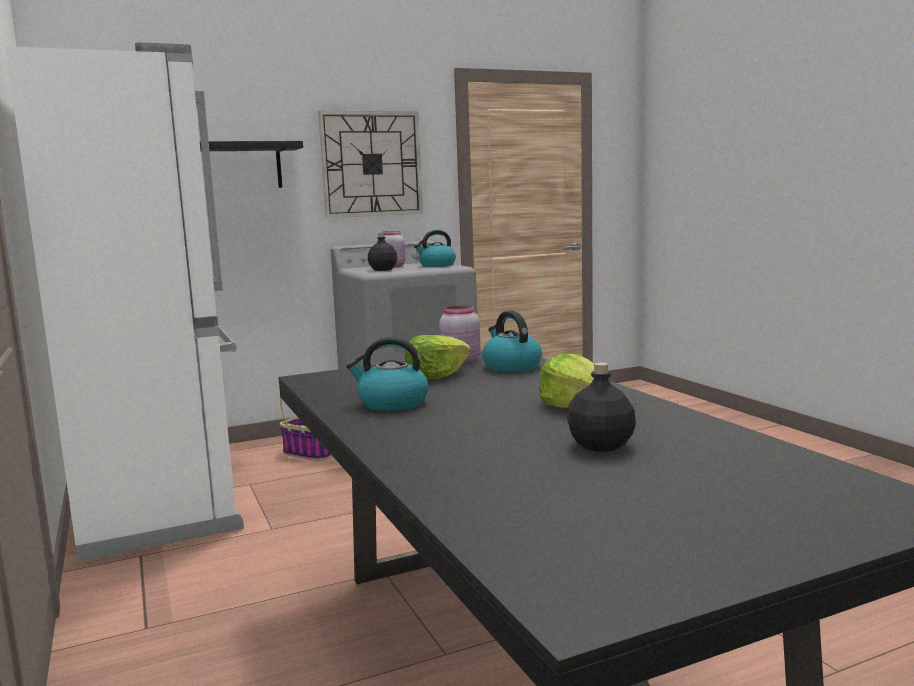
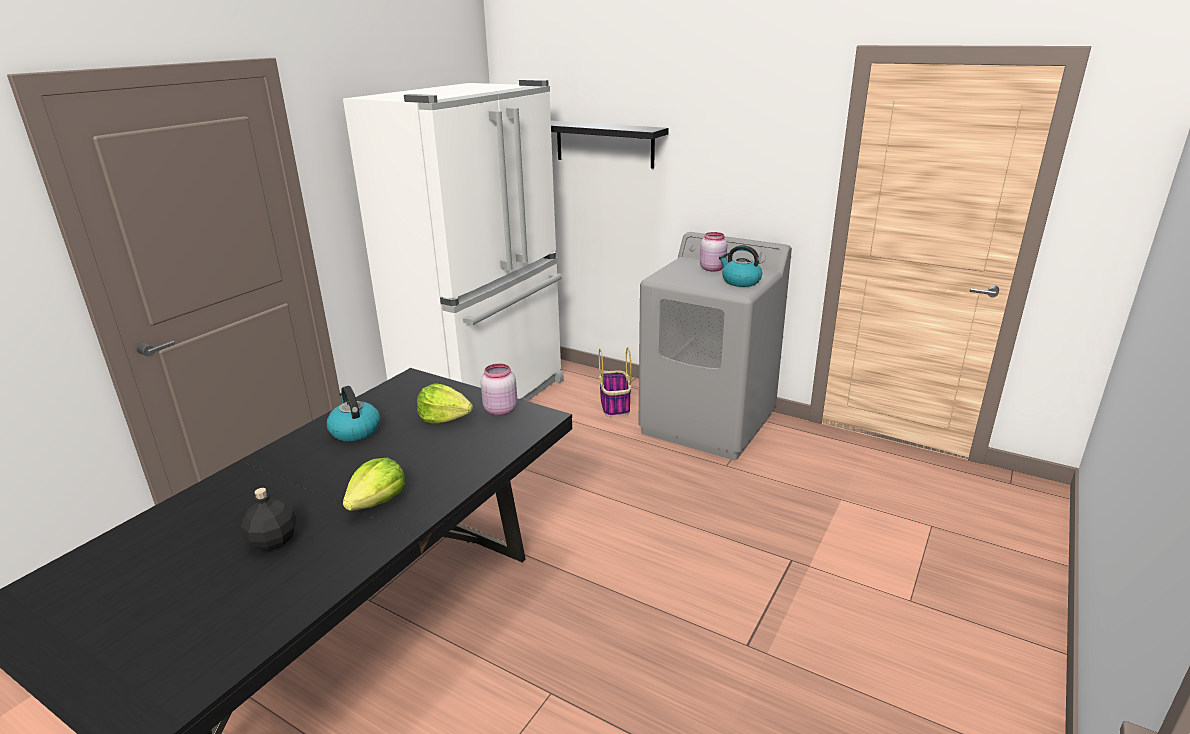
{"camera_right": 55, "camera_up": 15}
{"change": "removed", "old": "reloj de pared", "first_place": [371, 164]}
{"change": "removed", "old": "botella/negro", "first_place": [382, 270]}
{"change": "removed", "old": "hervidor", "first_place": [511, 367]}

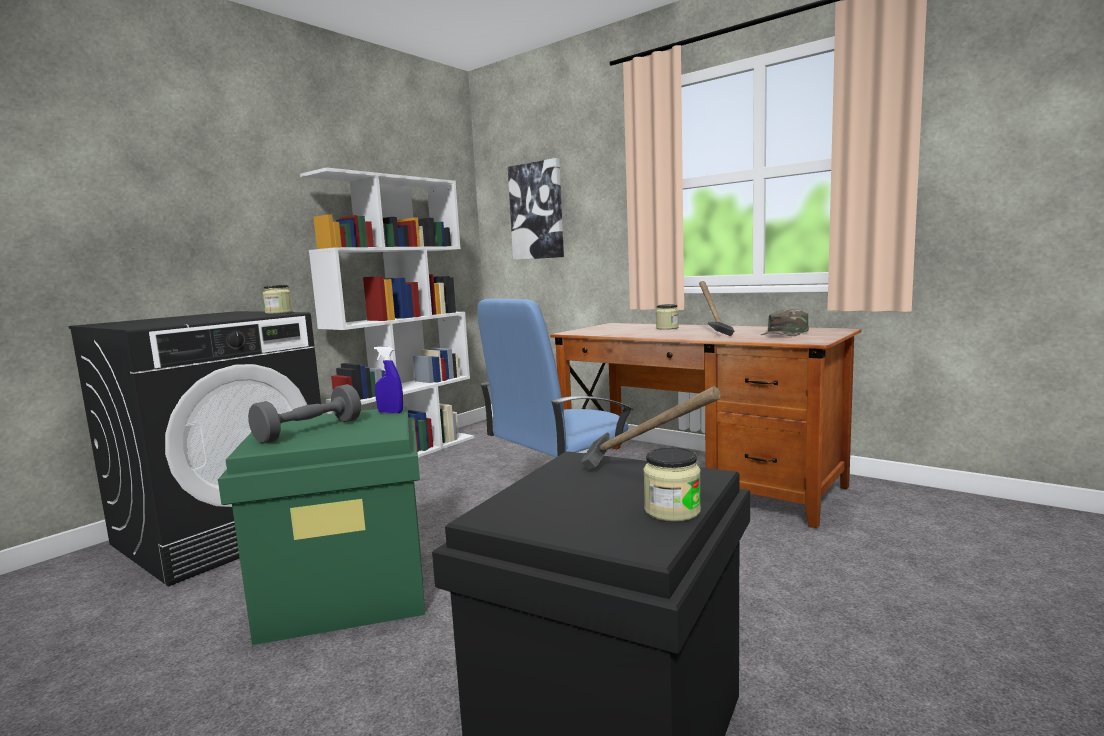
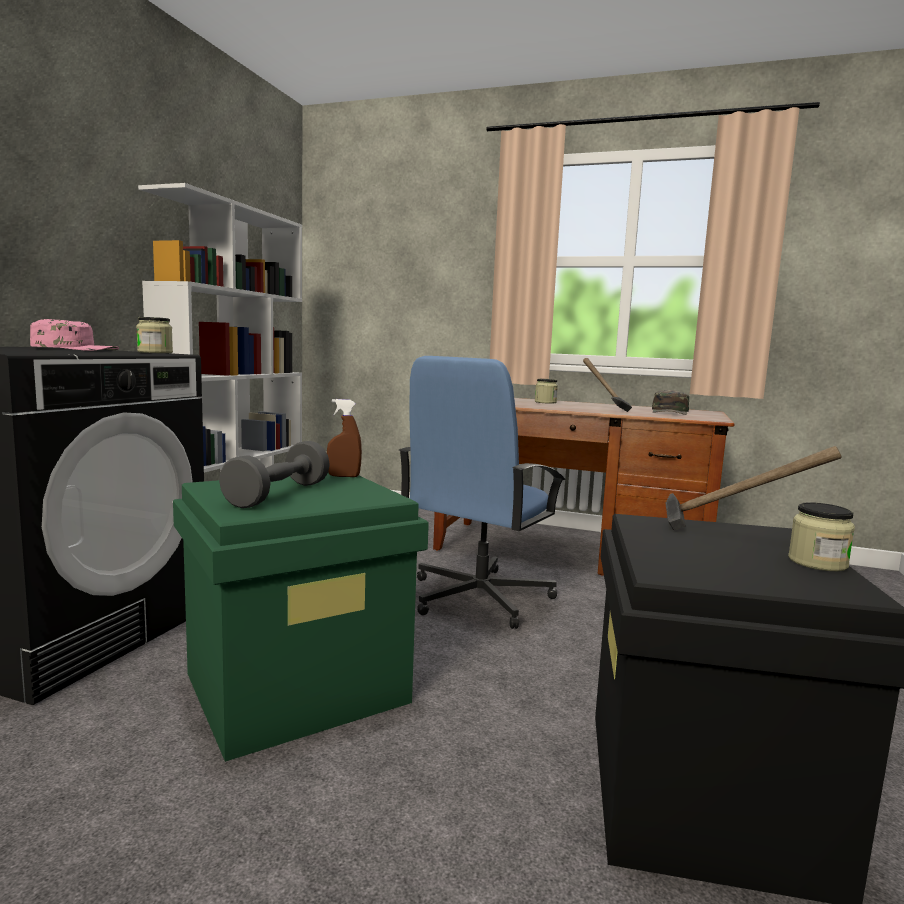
{"camera_right": -20, "camera_up": 0}
{"change": "removed", "old": "cuadro", "first_place": [537, 211]}
{"change": "recoloured", "old": "pulverizador/azul", "new": "pulverizador/marrón", "first_place": [390, 412], "second_place": [343, 476]}
{"change": "added", "new": "gorra/rosa", "second_place": [75, 349]}

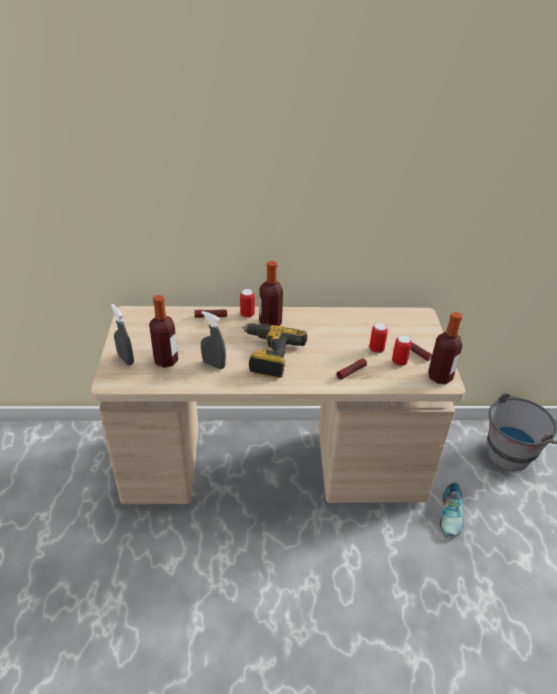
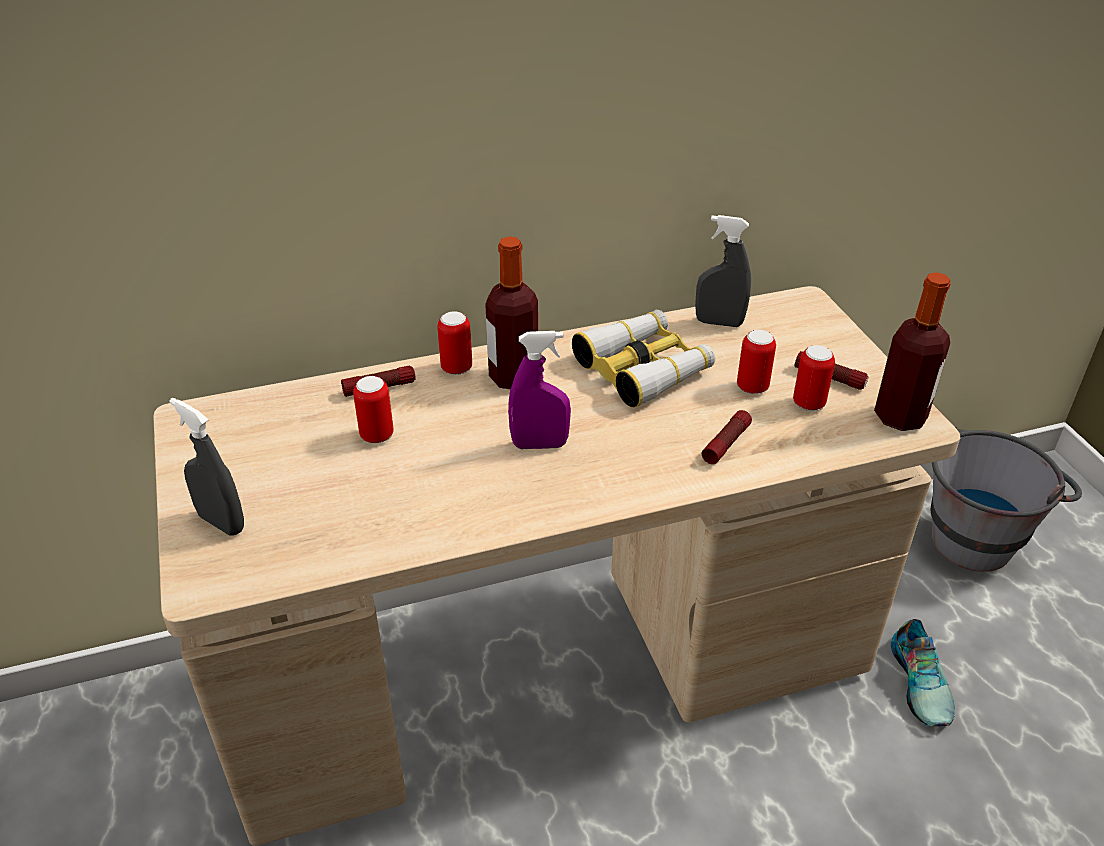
{"camera_right": -15, "camera_up": 0}
{"change": "removed", "old": "botella", "first_place": [166, 360]}
{"change": "moved", "old": "pulverizador/gris", "first_place": [214, 364], "second_place": [719, 322]}
{"change": "replaced", "old": "taladro", "new": "pulverizador/morado", "first_place": [268, 355], "second_place": [539, 445]}
{"change": "added", "new": "prismáticos", "second_place": [643, 368]}
{"change": "added", "new": "lata", "second_place": [377, 435]}

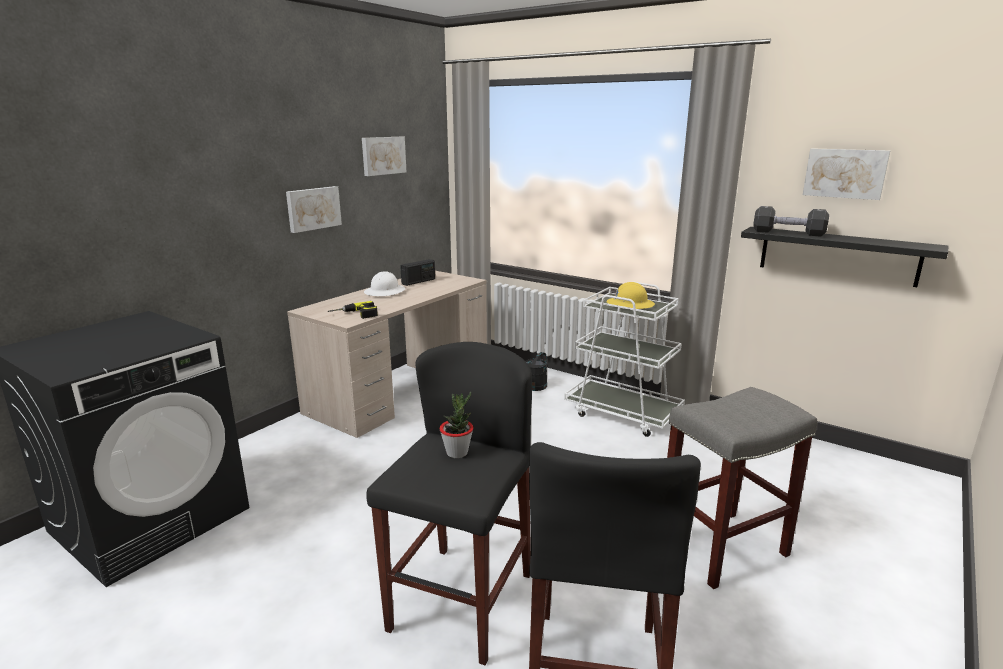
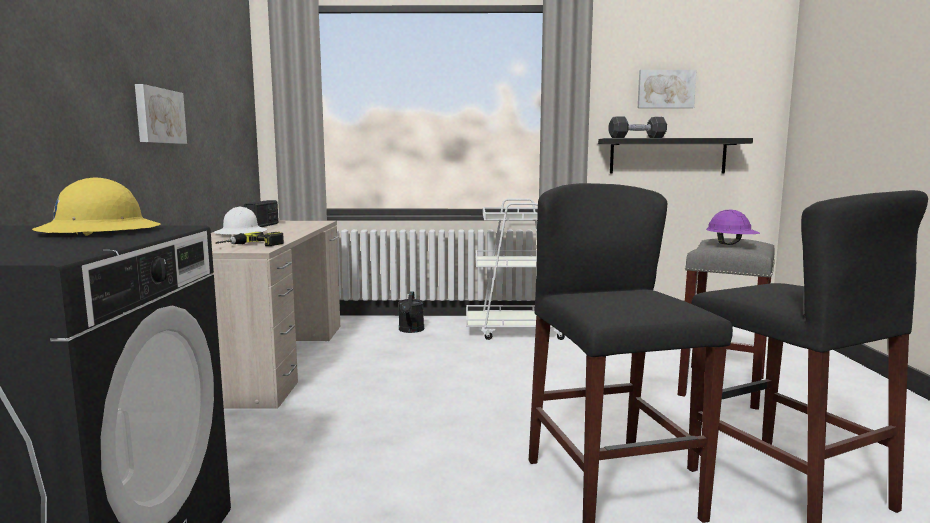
{"camera_right": -35, "camera_up": -10}
{"change": "removed", "old": "cuadro", "first_place": [383, 155]}
{"change": "moved", "old": "casco/amarillo", "first_place": [630, 304], "second_place": [99, 231]}
{"change": "removed", "old": "planta en maceta", "first_place": [457, 453]}
{"change": "added", "new": "casco/morado", "second_place": [731, 244]}

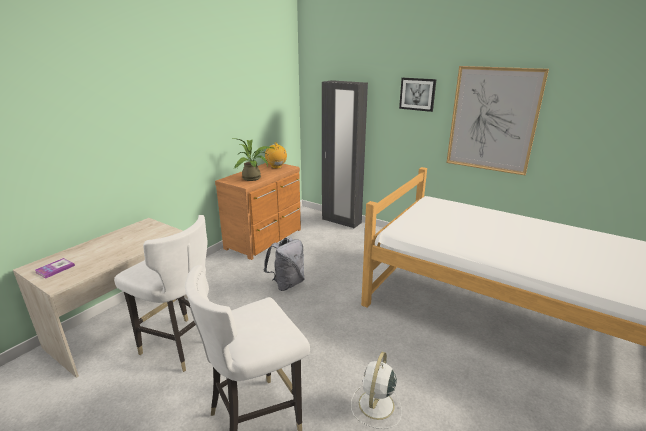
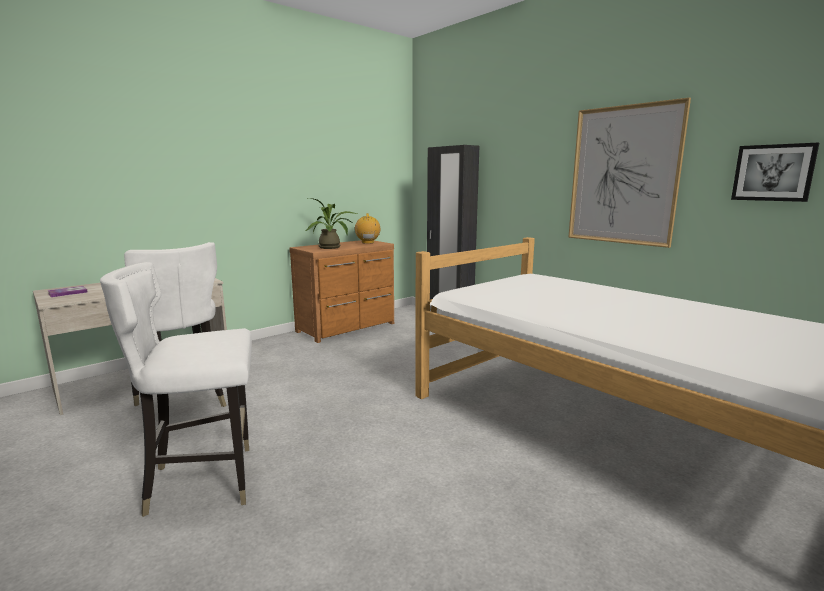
{"camera_right": 15, "camera_up": -10}
{"change": "moved", "old": "cuadro", "first_place": [417, 94], "second_place": [773, 172]}
{"change": "removed", "old": "mochila/gris", "first_place": [287, 284]}
{"change": "removed", "old": "ventilador/blanco", "first_place": [376, 405]}

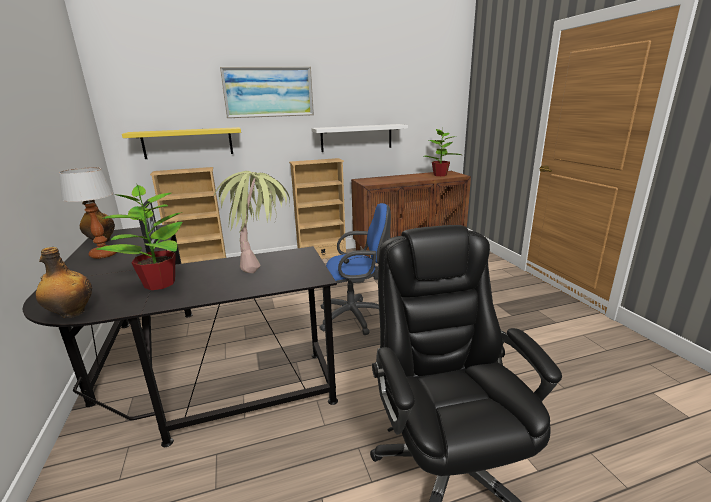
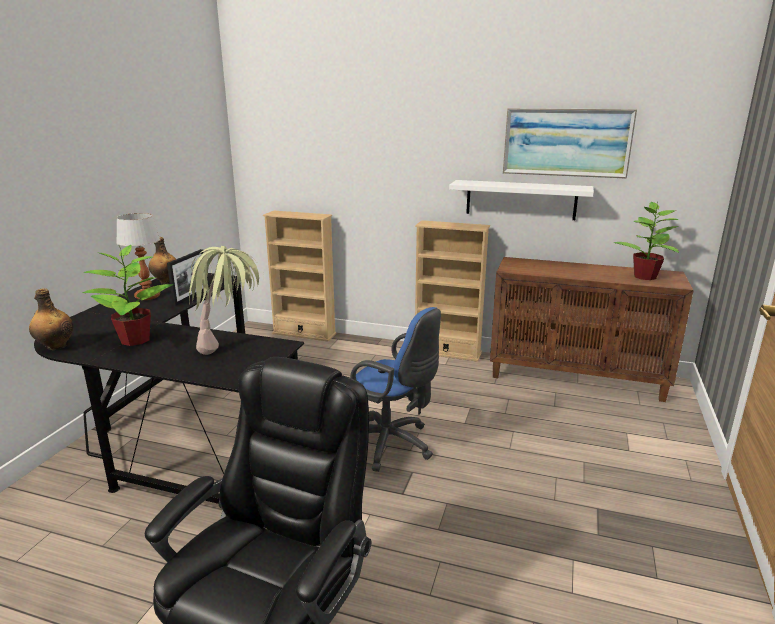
{"camera_right": 35, "camera_up": 0}
{"change": "moved", "old": "cuadro", "first_place": [268, 92], "second_place": [566, 142]}
{"change": "removed", "old": "estante/amarillo", "first_place": [188, 143]}

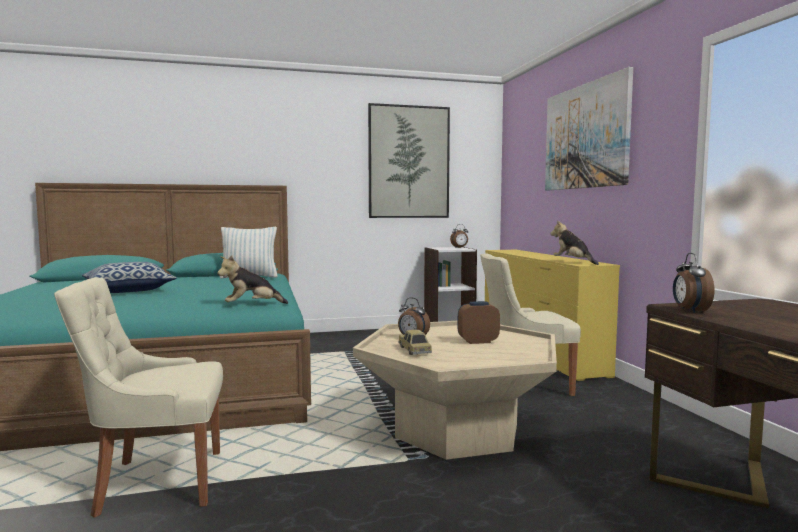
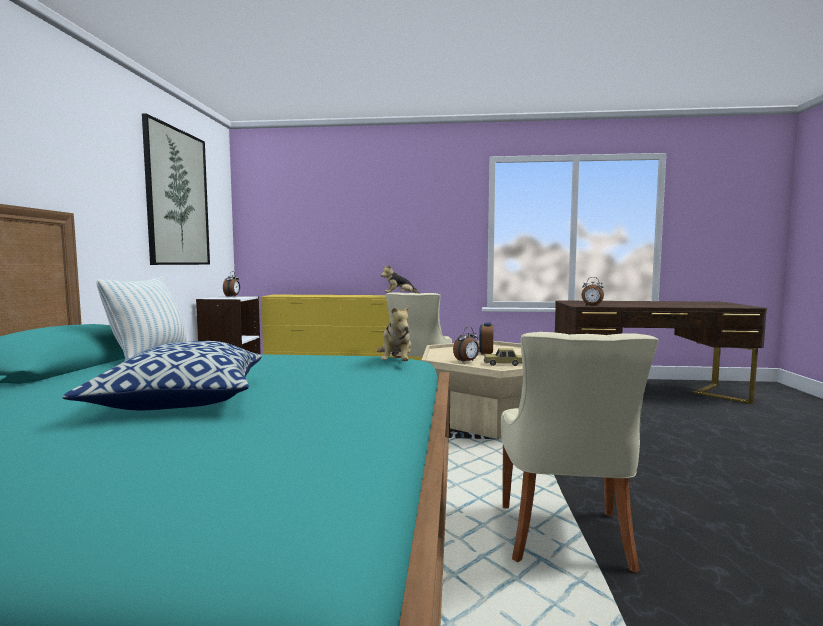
{"camera_right": -70, "camera_up": 0}
{"change": "removed", "old": "cuadro", "first_place": [585, 136]}

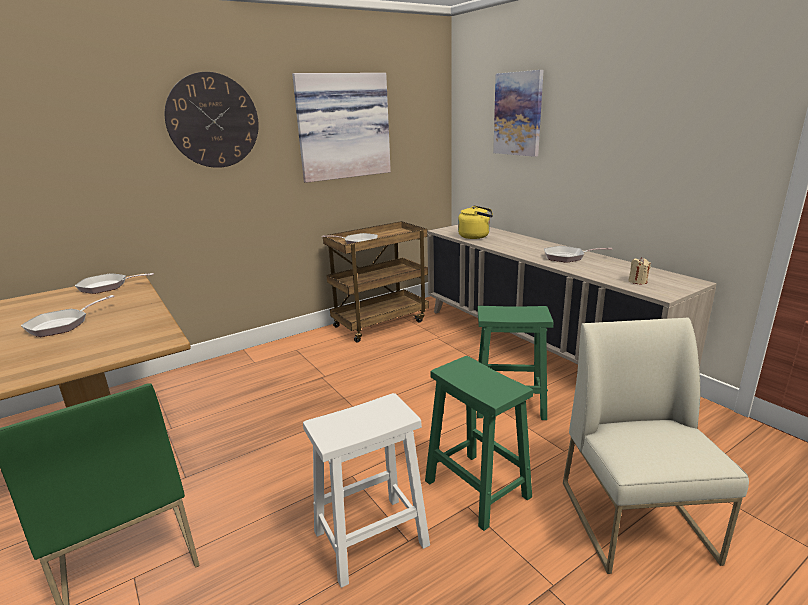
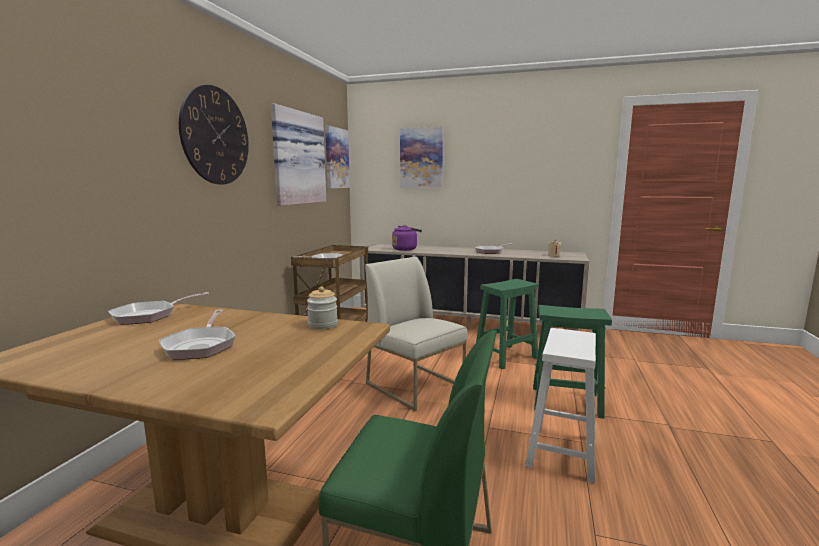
{"camera_right": -40, "camera_up": -10}
{"change": "recoloured", "old": "hervidor/amarillo", "new": "hervidor/morado", "first_place": [476, 236], "second_place": [405, 249]}
{"change": "moved", "old": "silla/blanco", "first_place": [637, 521], "second_place": [416, 385]}
{"change": "added", "new": "cuadro", "second_place": [336, 158]}
{"change": "added", "new": "tarro", "second_place": [323, 325]}

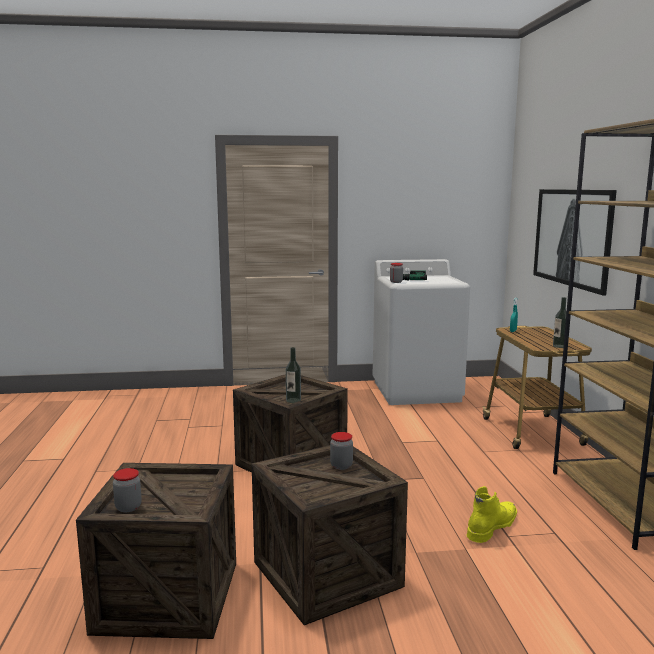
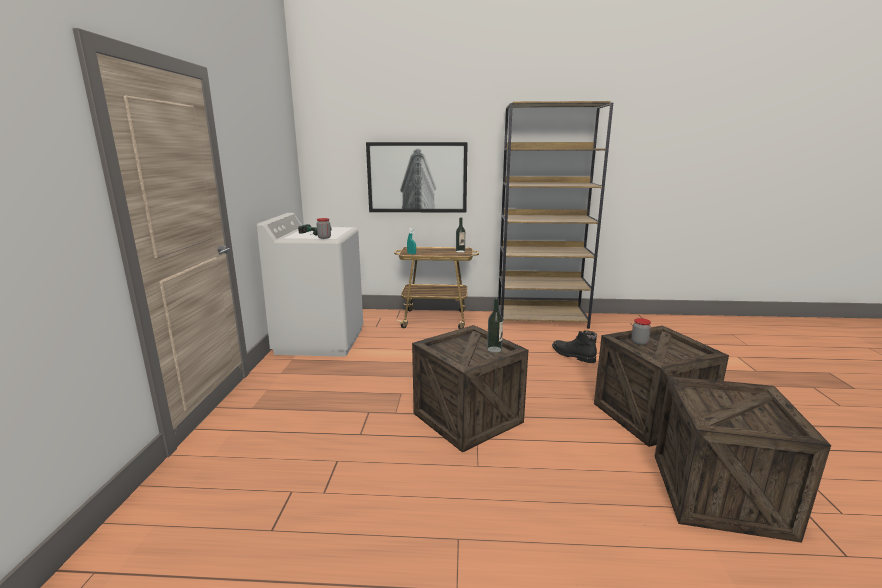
{"camera_right": -80, "camera_up": 5}
{"change": "removed", "old": "tarro", "first_place": [128, 507]}
{"change": "recoloured", "old": "bota/amarillo", "new": "bota/negro", "first_place": [491, 526], "second_place": [572, 355]}

